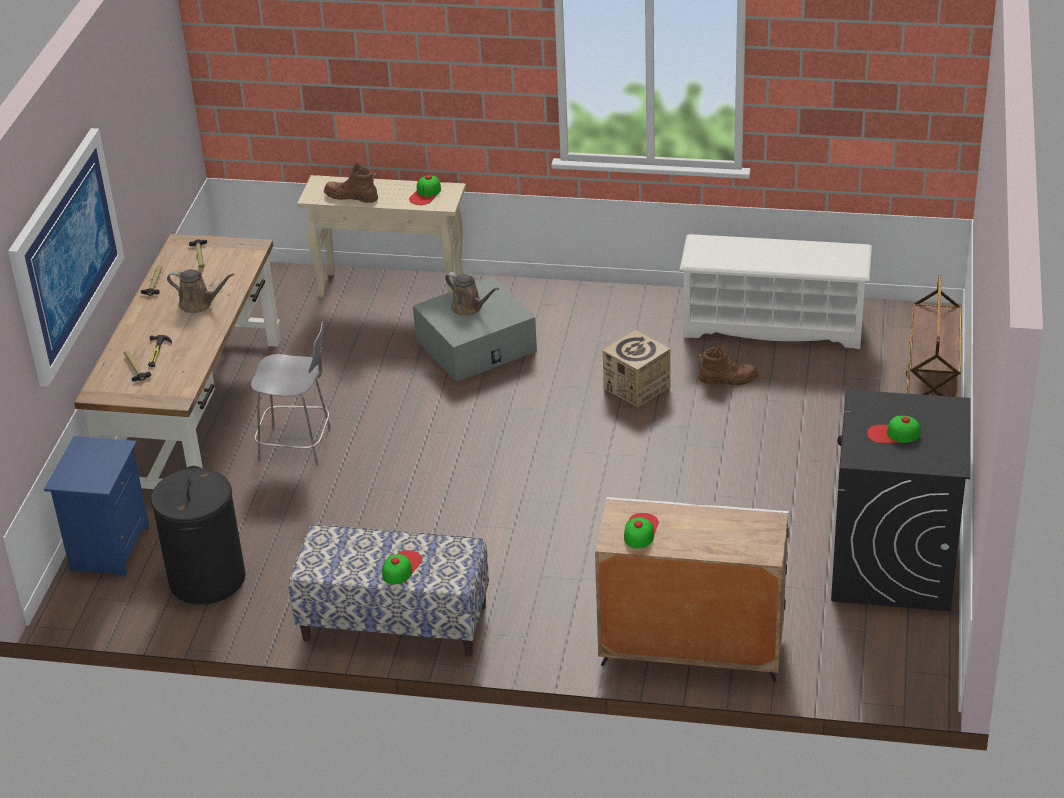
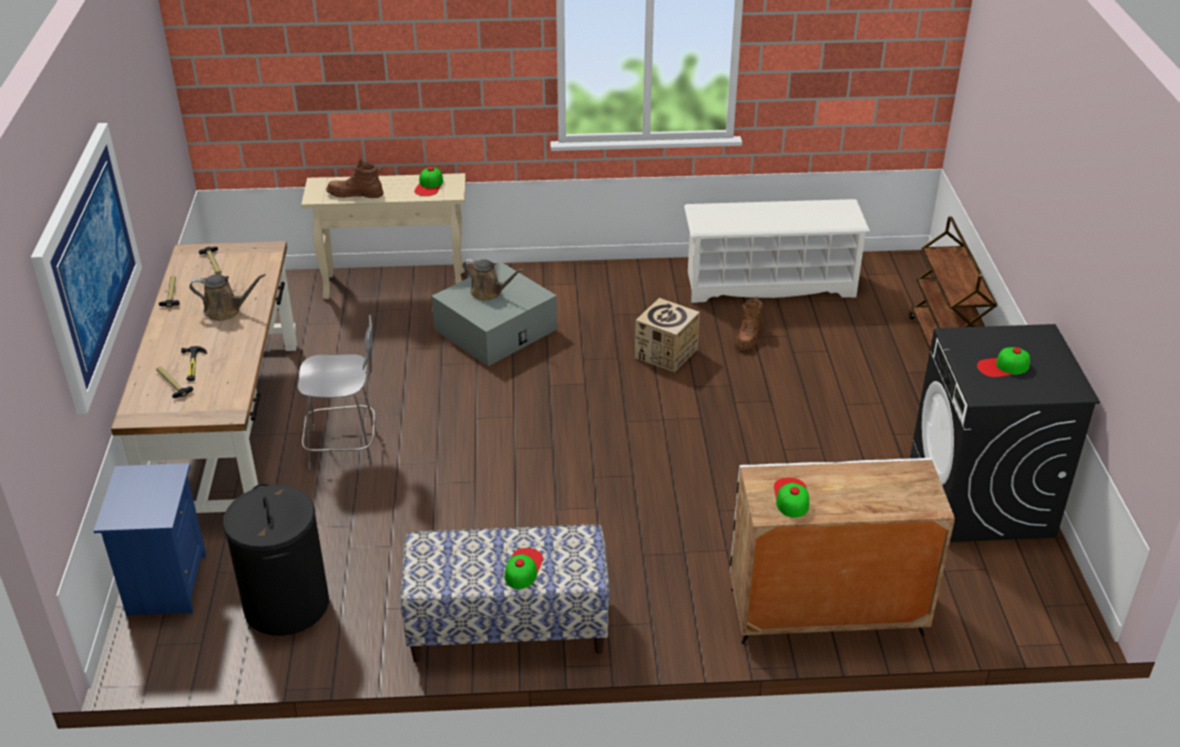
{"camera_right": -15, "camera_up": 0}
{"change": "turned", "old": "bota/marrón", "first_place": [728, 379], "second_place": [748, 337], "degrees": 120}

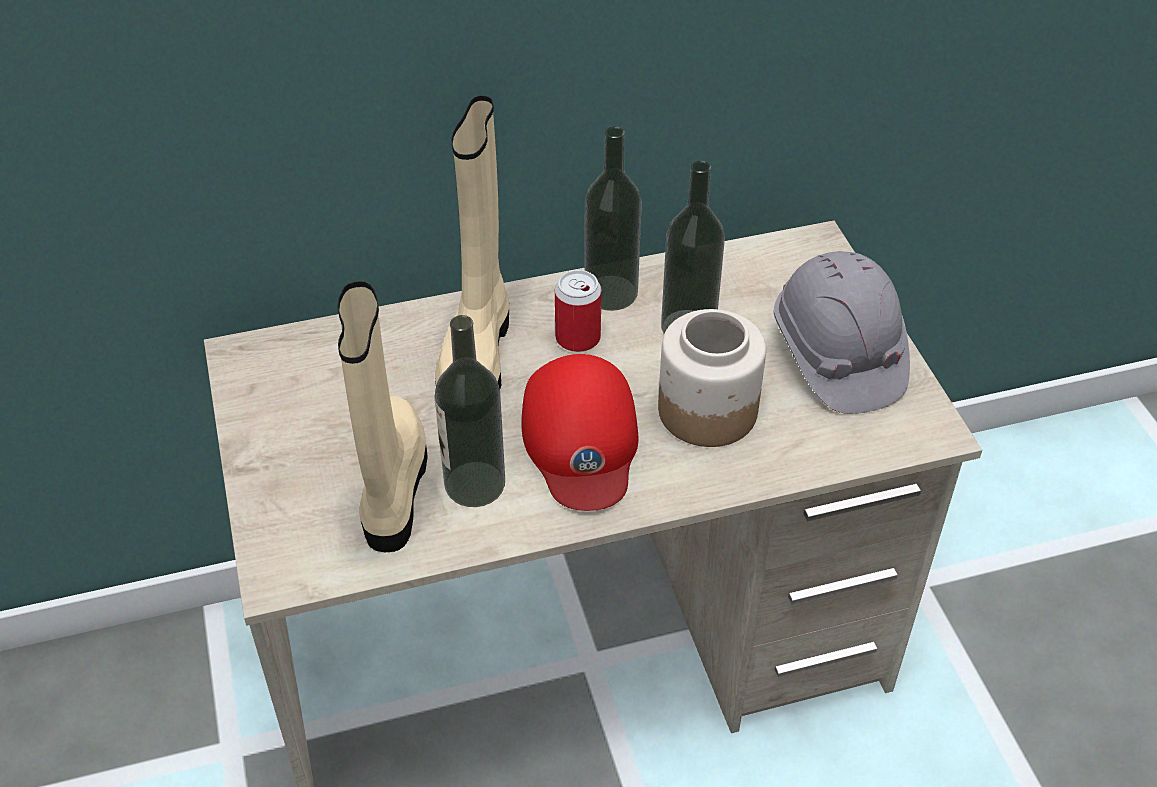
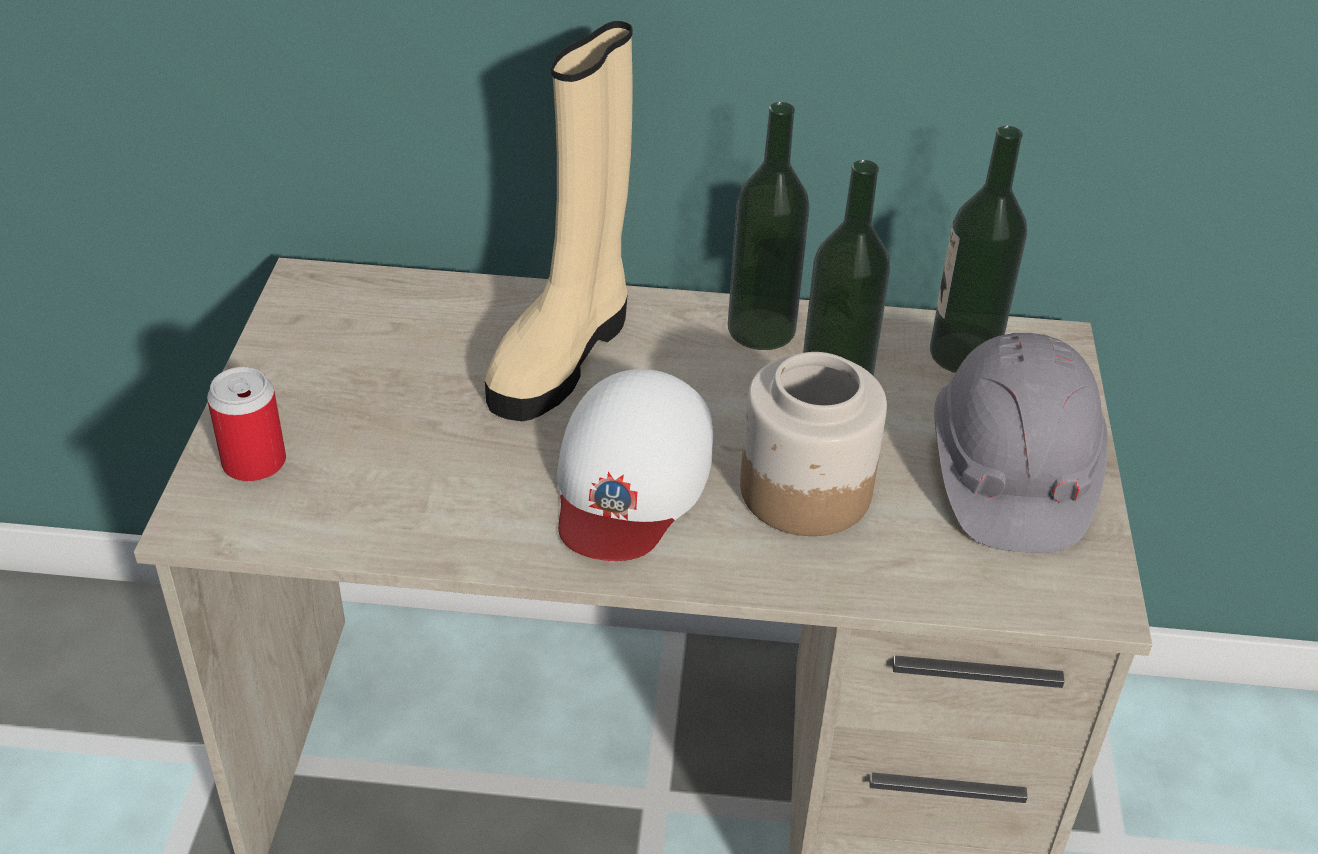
{"camera_right": 20, "camera_up": -5}
{"change": "moved", "old": "lata", "first_place": [578, 338], "second_place": [254, 463]}
{"change": "removed", "old": "bota/beis", "first_place": [391, 486]}
{"change": "moved", "old": "botella", "first_place": [474, 484], "second_place": [963, 354]}
{"change": "recoloured", "old": "gorra/rojo", "new": "gorra/blanco", "first_place": [581, 440], "second_place": [630, 478]}

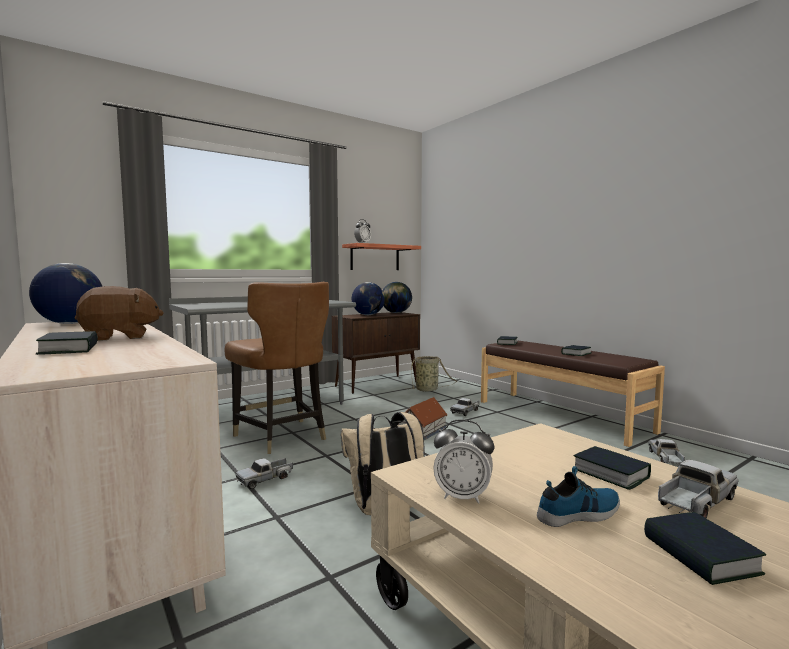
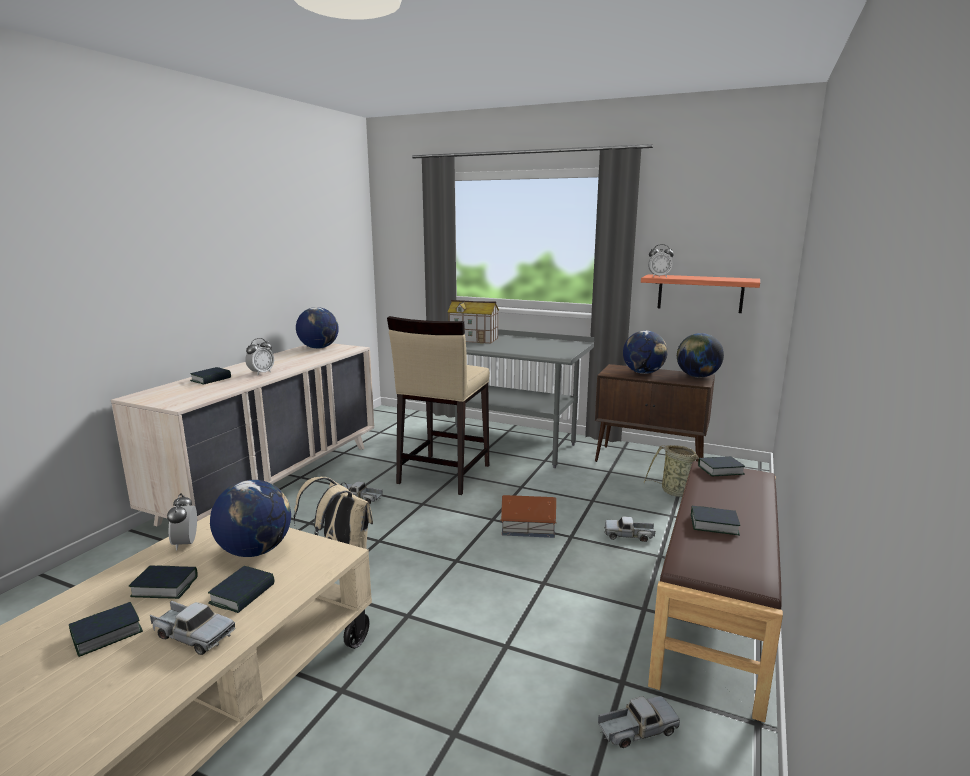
{"camera_right": 60, "camera_up": 10}
{"change": "replaced", "old": "silla/marrón", "new": "taburete/beis", "first_place": [282, 436], "second_place": [443, 474]}
{"change": "replaced", "old": "peluche/marrón", "new": "despertador", "first_place": [119, 337], "second_place": [261, 373]}
{"change": "replaced", "old": "zapato", "new": "libro", "first_place": [580, 513], "second_place": [165, 587]}
{"change": "added", "new": "casita", "second_place": [474, 339]}
{"change": "added", "new": "globo terráqueo", "second_place": [255, 550]}

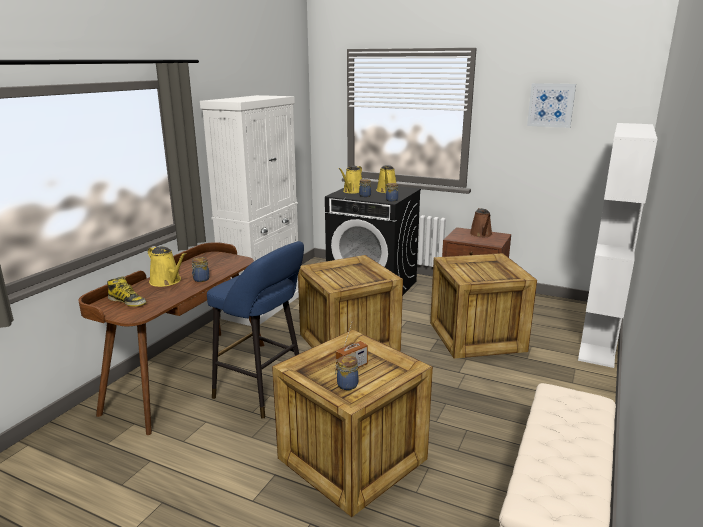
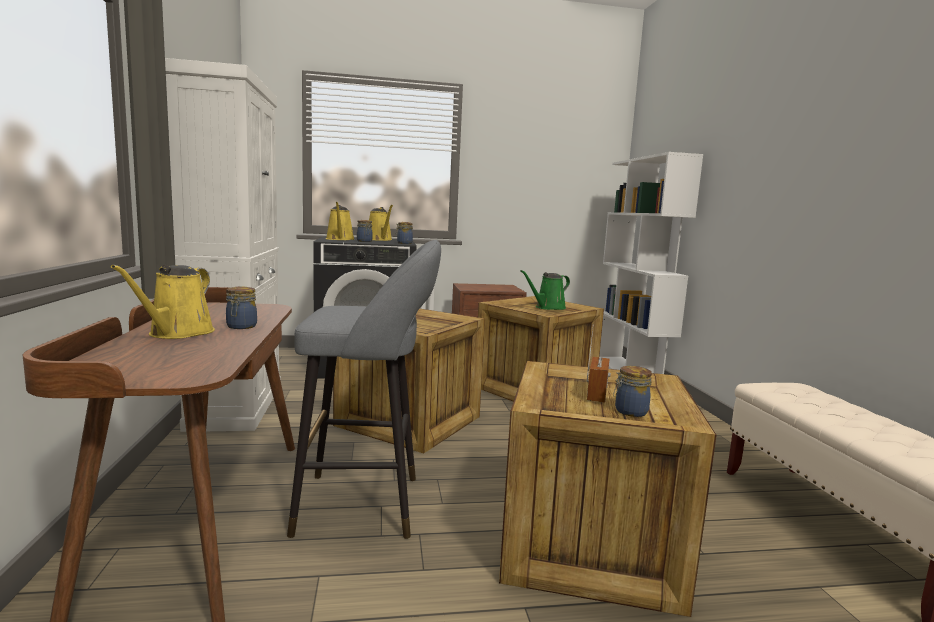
{"camera_right": -35, "camera_up": -10}
{"change": "removed", "old": "cuadro", "first_place": [551, 105]}
{"change": "removed", "old": "regadera/marrón", "first_place": [481, 234]}
{"change": "recoloured", "old": "taburete/azul", "new": "taburete/gris", "first_place": [264, 392], "second_place": [367, 505]}
{"change": "turned", "old": "regadera/amarillo", "first_place": [167, 281], "second_place": [177, 333], "degrees": 90}
{"change": "removed", "old": "bota", "first_place": [127, 301]}
{"change": "added", "new": "regadera/verde", "second_place": [548, 307]}

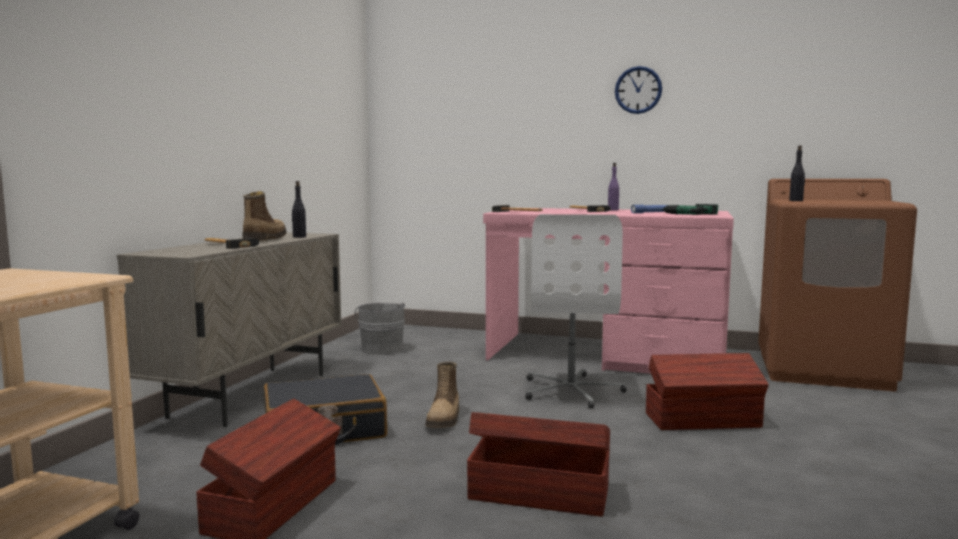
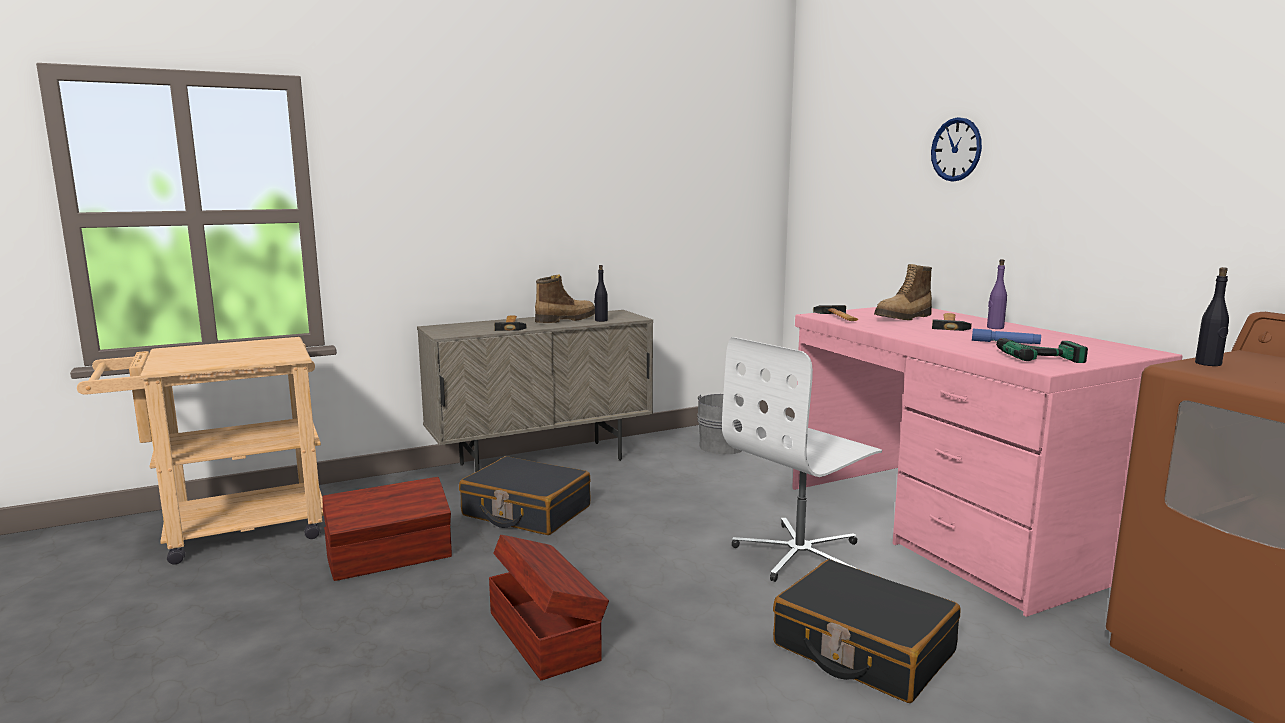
{"camera_right": 45, "camera_up": 5}
{"change": "moved", "old": "reloj de pared", "first_place": [638, 90], "second_place": [956, 149]}
{"change": "replaced", "old": "caja de almacenaje/marrón", "new": "maleta/negro", "first_place": [704, 421], "second_place": [862, 649]}
{"change": "moved", "old": "bota", "first_place": [444, 420], "second_place": [904, 318]}

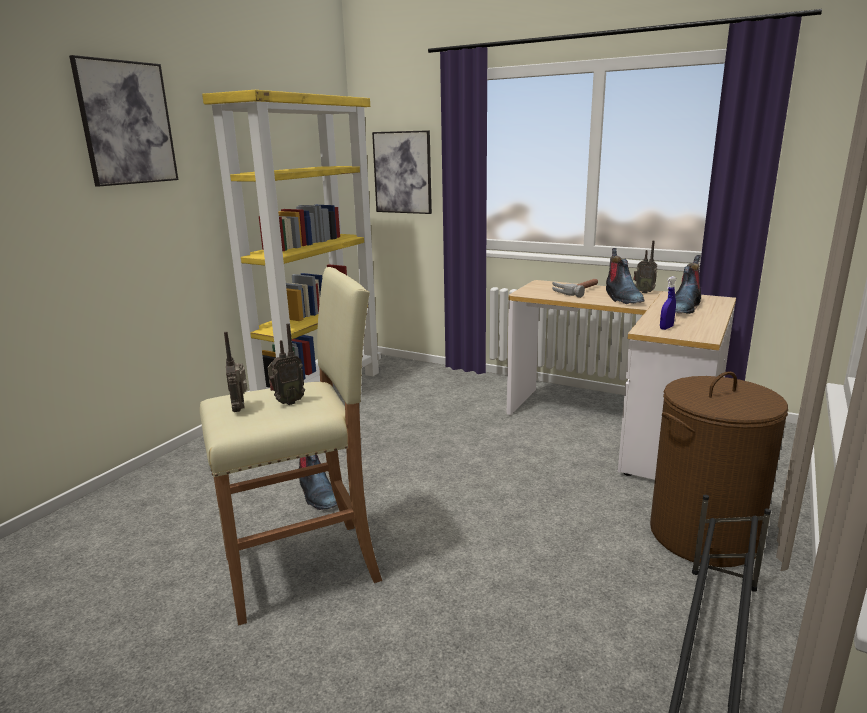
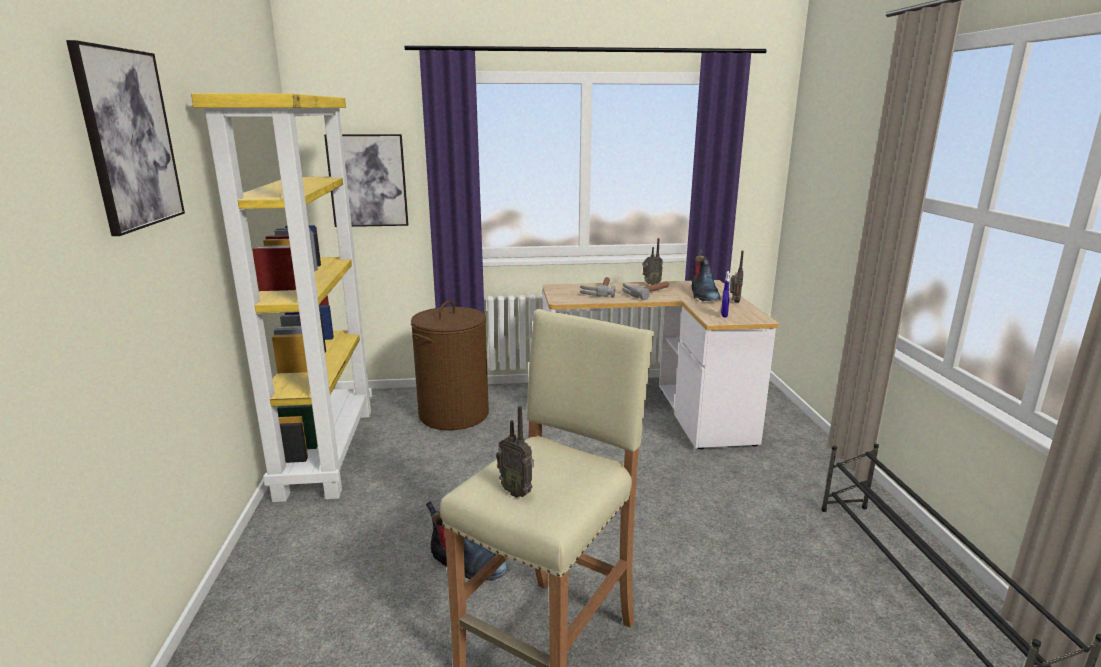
{"camera_right": -35, "camera_up": 0}
{"change": "replaced", "old": "bota", "new": "martillo", "first_place": [622, 298], "second_place": [645, 292]}
{"change": "moved", "old": "radio", "first_place": [287, 402], "second_place": [734, 302]}
{"change": "moved", "old": "cesto de la ropa/marrón", "first_place": [703, 534], "second_place": [454, 414]}

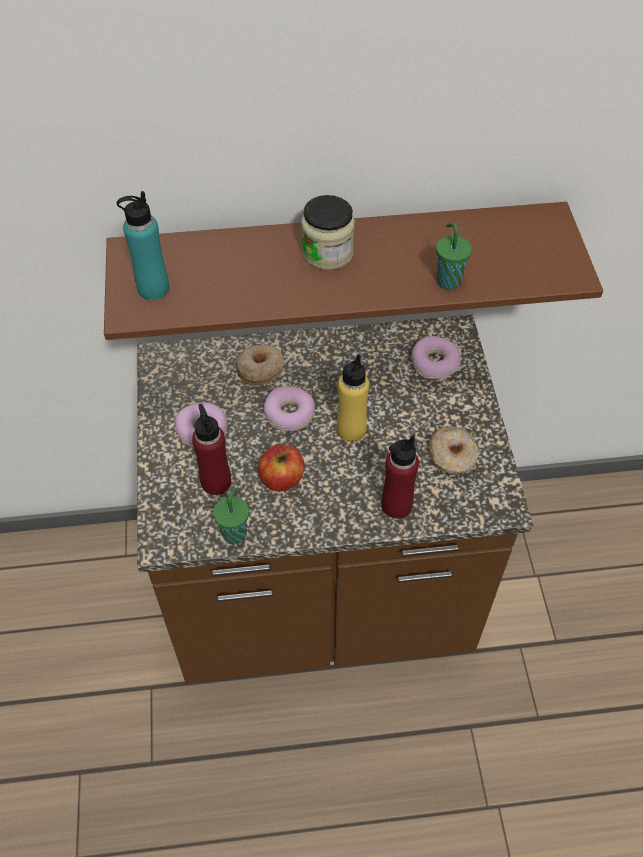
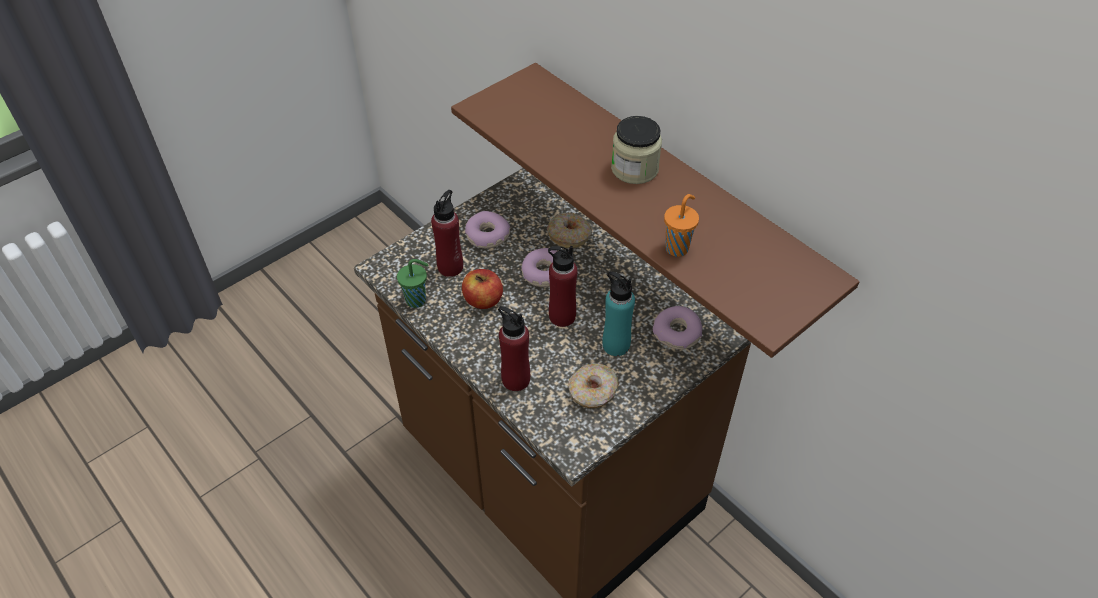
{"camera_right": 55, "camera_up": -5}
{"change": "moved", "old": "botella/turquesa", "first_place": [153, 288], "second_place": [616, 345]}
{"change": "recoloured", "old": "taza/verde", "new": "taza/naranja", "first_place": [448, 280], "second_place": [677, 247]}
{"change": "recoloured", "old": "botella/amarillo", "new": "botella/rojo", "first_place": [351, 430], "second_place": [562, 316]}

